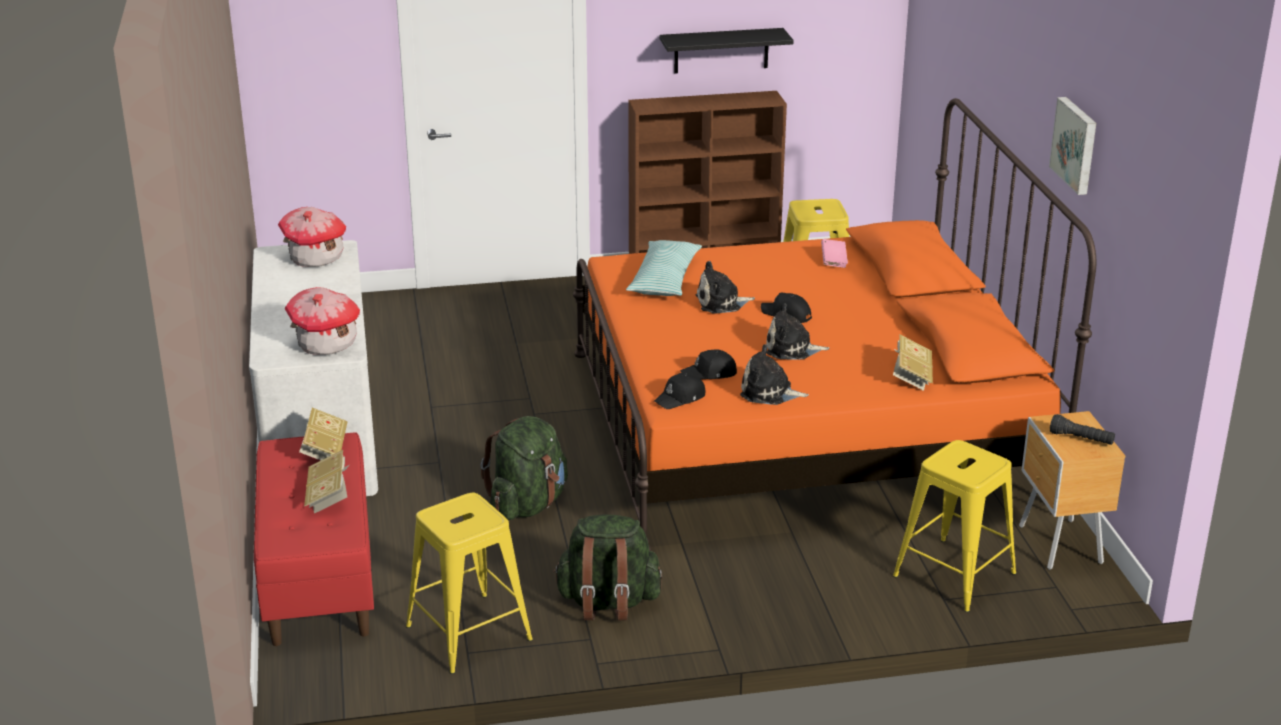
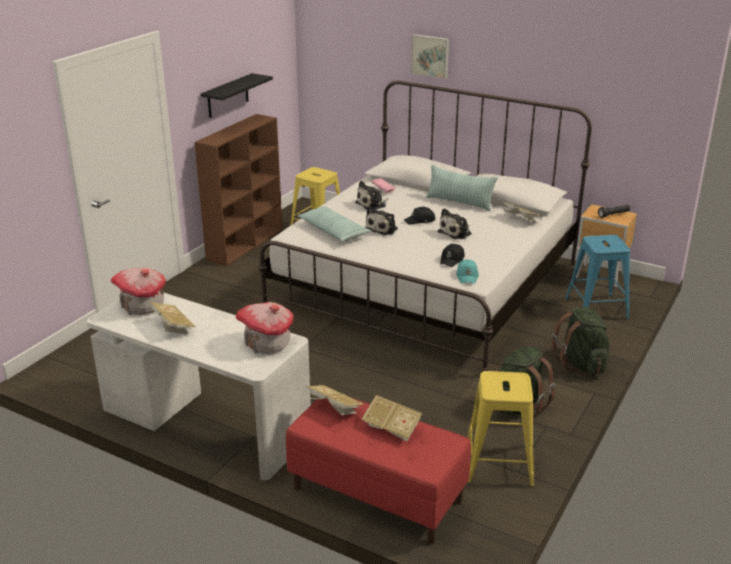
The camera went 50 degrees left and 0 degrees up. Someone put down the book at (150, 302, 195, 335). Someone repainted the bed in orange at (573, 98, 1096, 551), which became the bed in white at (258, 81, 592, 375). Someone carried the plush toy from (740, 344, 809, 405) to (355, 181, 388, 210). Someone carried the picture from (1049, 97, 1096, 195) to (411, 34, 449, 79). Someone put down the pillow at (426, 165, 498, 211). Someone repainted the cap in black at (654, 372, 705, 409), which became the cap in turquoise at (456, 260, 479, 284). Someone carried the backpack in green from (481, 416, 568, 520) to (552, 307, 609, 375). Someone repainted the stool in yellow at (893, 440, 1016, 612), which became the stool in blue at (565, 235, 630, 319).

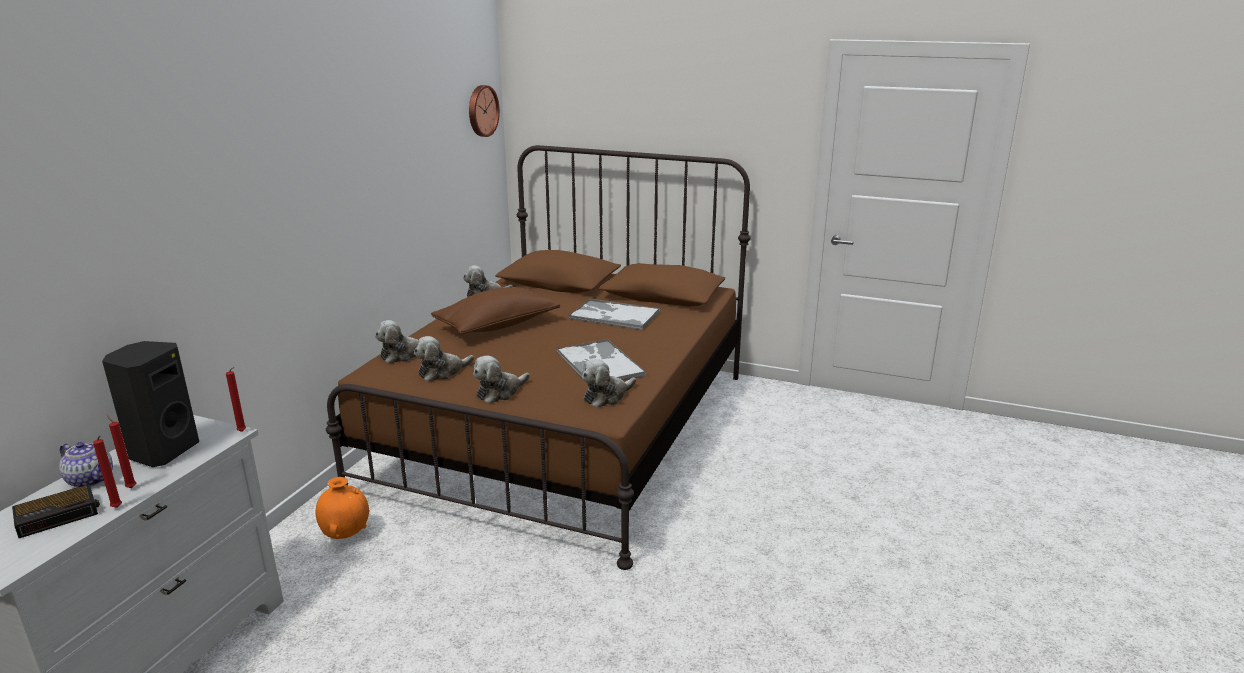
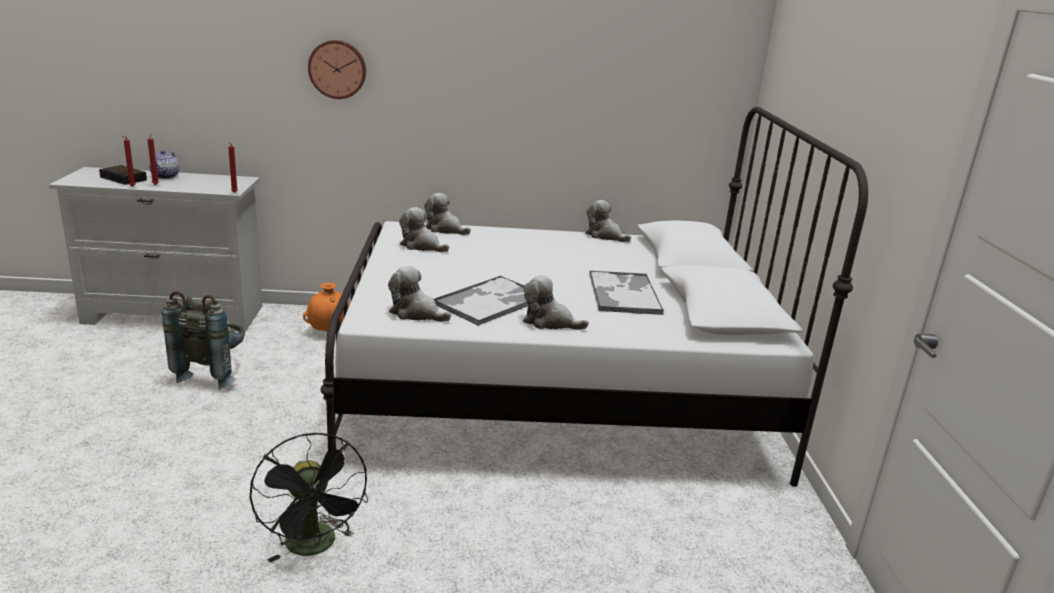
The camera went 65 degrees right and 0 degrees up. Someone put down the backpack in grey at (162, 291, 245, 389). Someone put down the fan in black at (250, 433, 368, 563). Someone carried the wall clock from (469, 85, 500, 137) to (308, 40, 366, 99). Someone repainted the bed in brown at (326, 145, 750, 570), which became the bed in white at (321, 106, 868, 487). Someone carried the plush toy from (473, 356, 530, 404) to (523, 275, 589, 330). Someone took away the speaker in black at (102, 341, 199, 467). Someone took away the pillow in brown at (431, 287, 560, 335).

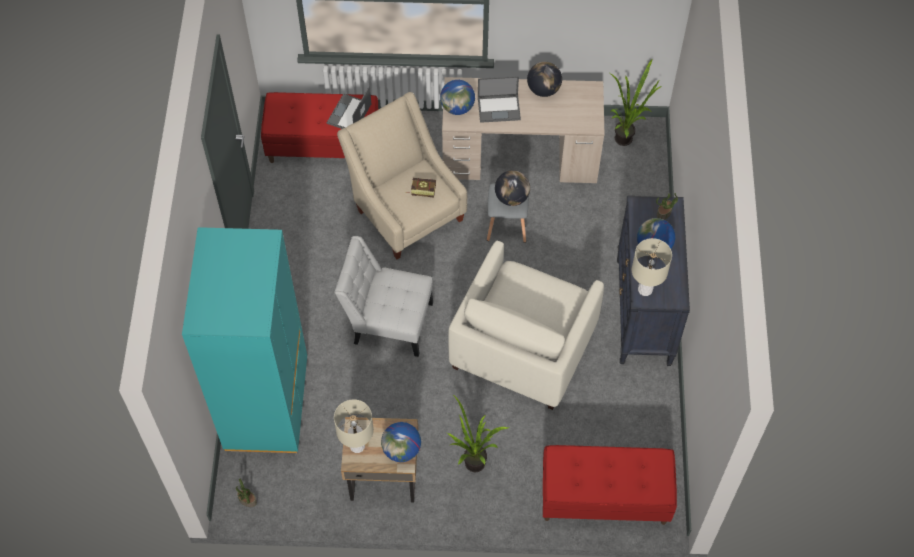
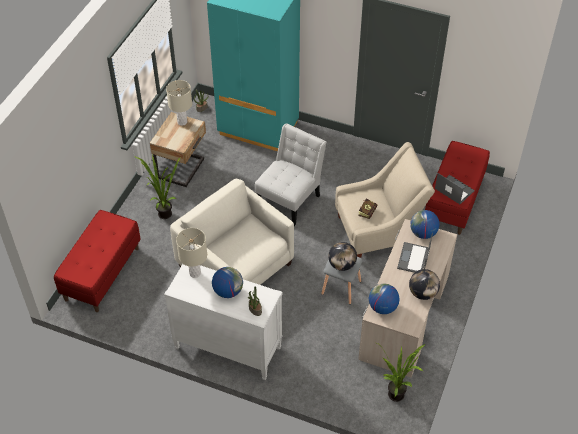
The camera went 110 degrees right and 10 degrees down. Someone repainted the dresser in black at (617, 195, 690, 366), which became the dresser in white at (164, 264, 283, 380). Someone carried the globe from (381, 422, 421, 462) to (369, 283, 400, 314).

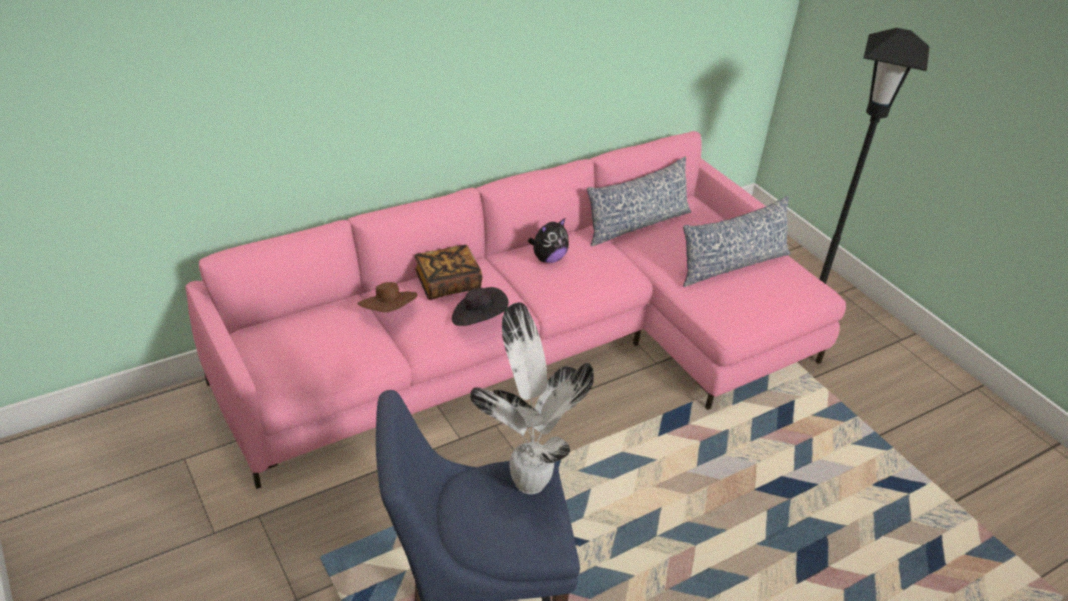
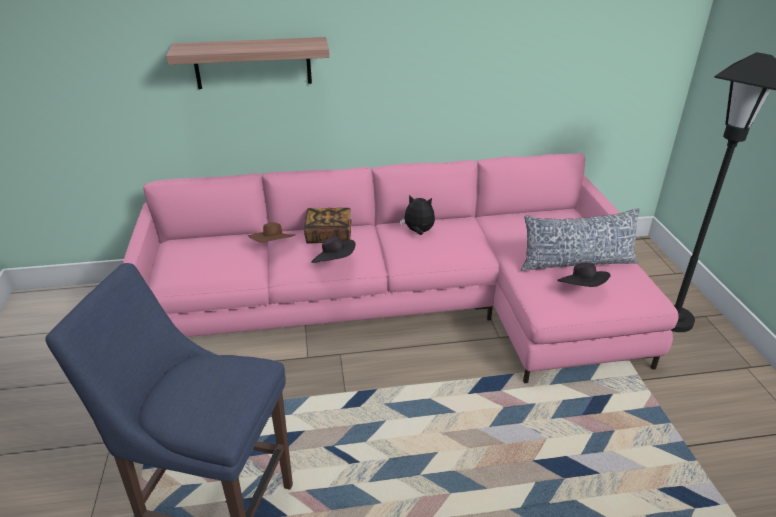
The camera went 25 degrees right and 5 degrees down. Someone put up the shelf at (166, 37, 330, 89). Someone rotated the plush toy at (528, 217, 569, 263) by 150 degrees counterclockwise. Someone put down the hat in black at (557, 262, 611, 287). Someone took away the potted plant at (470, 302, 594, 494). Someone took away the pillow at (587, 157, 691, 247).

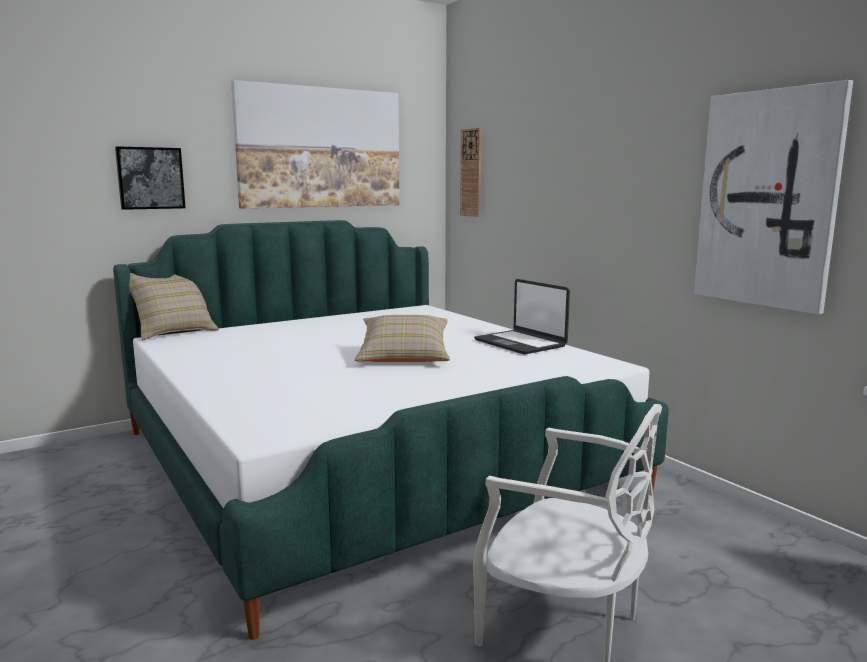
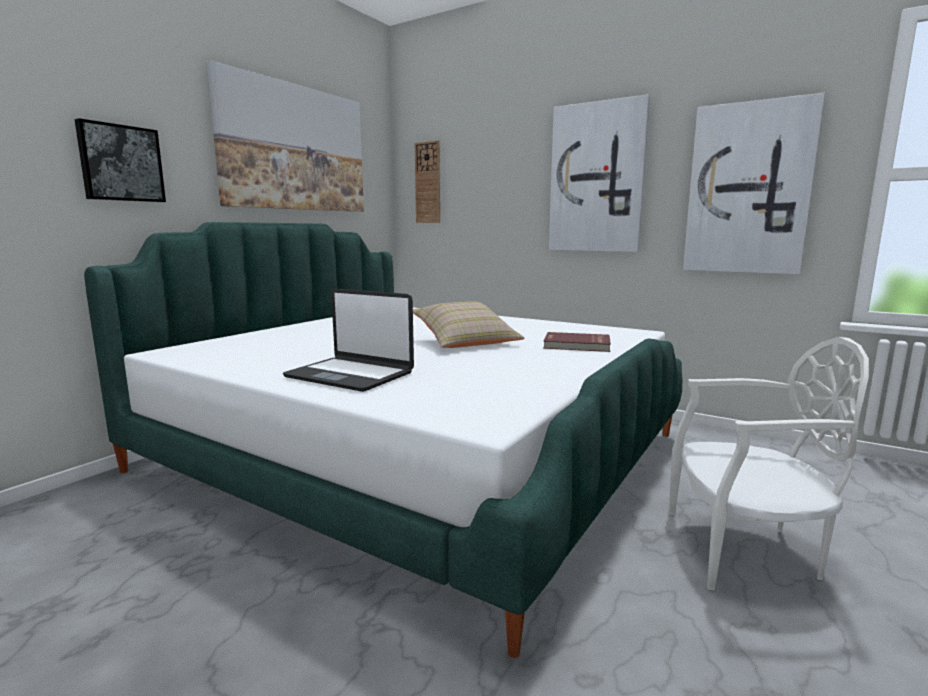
The camera went 25 degrees left and 0 degrees up. Someone carried the laptop from (474, 279, 570, 355) to (283, 289, 414, 392). Someone put down the book in red at (543, 332, 611, 352). Someone put up the picture at (549, 94, 650, 252). Someone took away the pillow in beige at (129, 273, 219, 340).

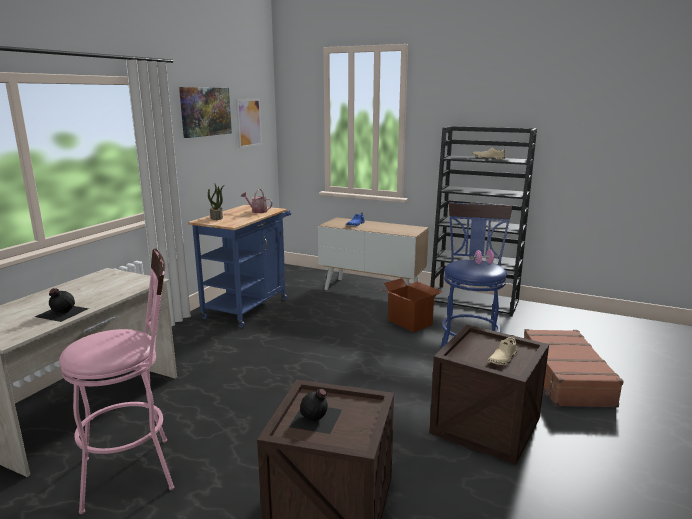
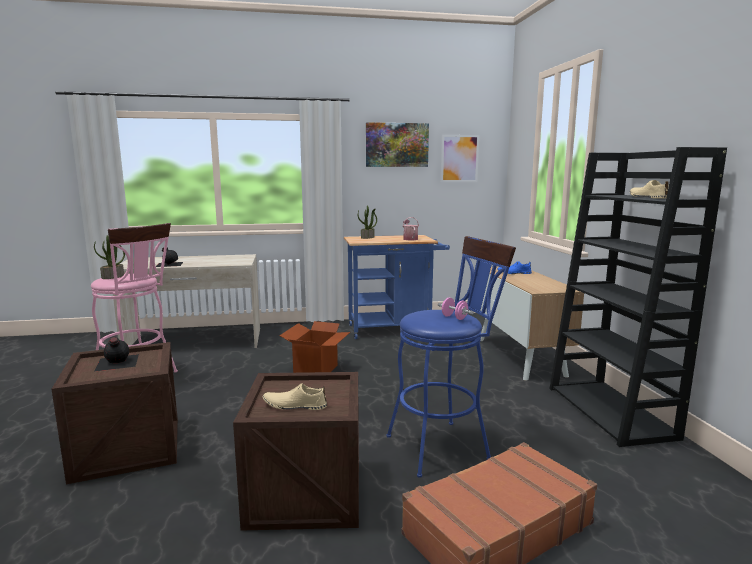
The camera went 55 degrees right and 5 degrees down. Someone put down the potted plant at (94, 235, 125, 279). Someone carried the cardboard box from (381, 278, 443, 332) to (279, 321, 350, 373).

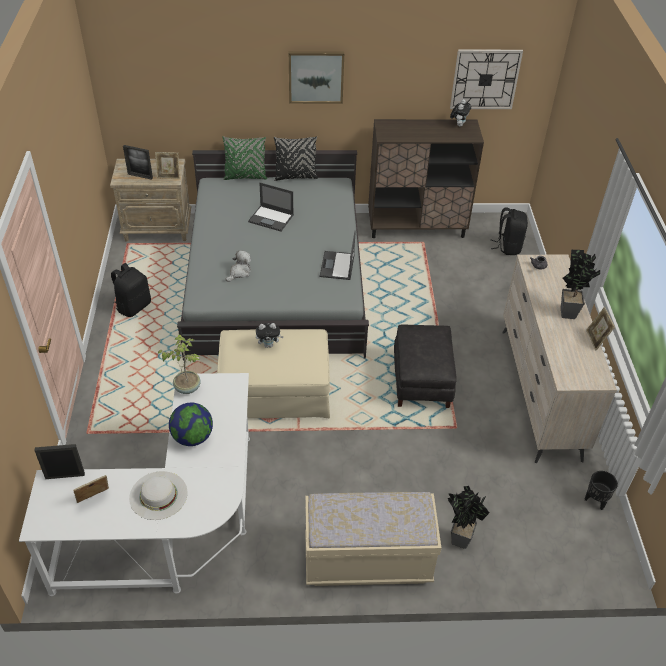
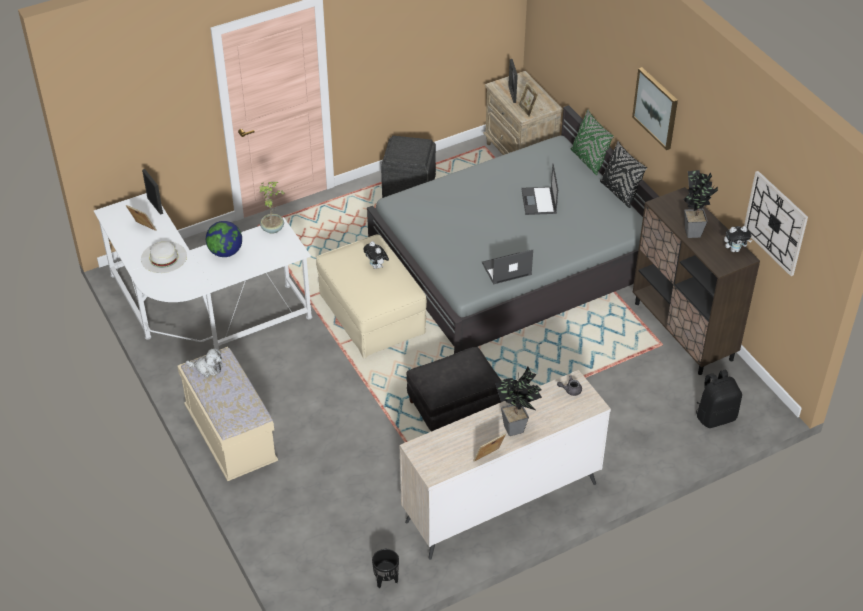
The camera went 65 degrees right and 0 degrees up. Someone carried the plush toy from (226, 250, 251, 282) to (186, 348, 222, 377). Someone swapped the backpack in black at (111, 263, 151, 317) for the ottoman in grey at (381, 136, 436, 198). Someone carried the potted plant from (447, 486, 490, 549) to (683, 170, 718, 238).

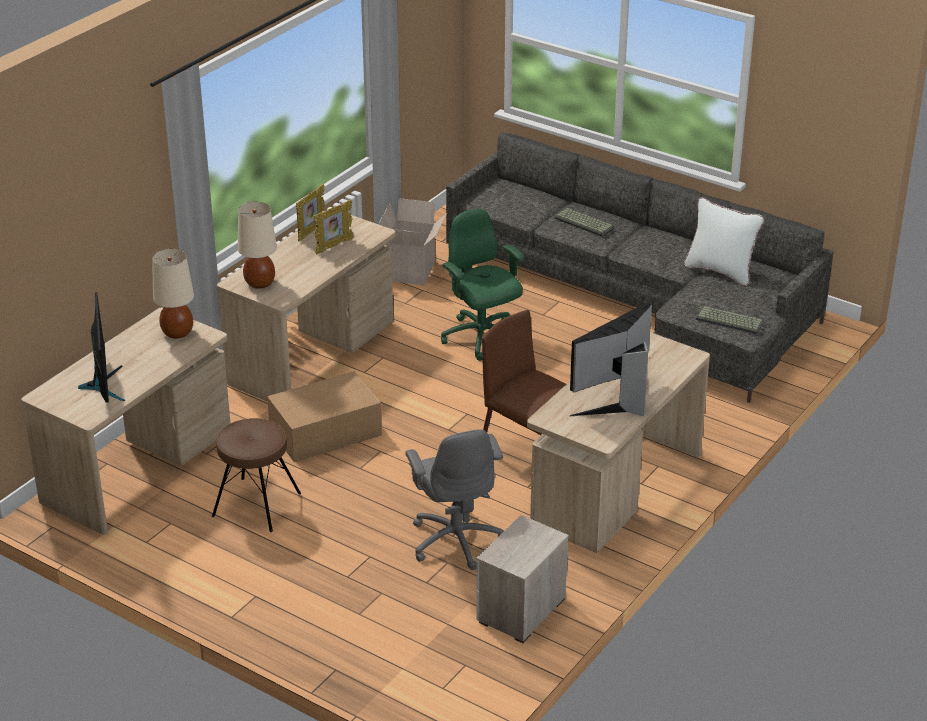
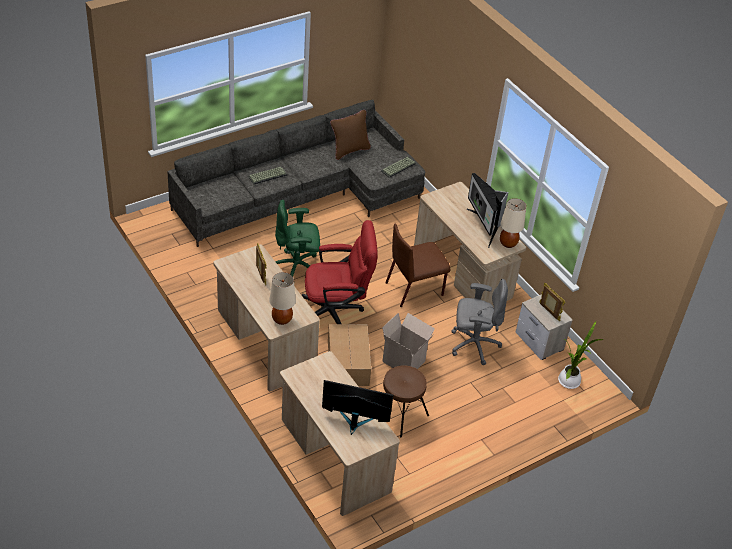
The camera went 70 degrees left and 10 degrees up. Someone put down the office chair in red at (302, 220, 378, 324). Someone repainted the pillow in white at (684, 197, 764, 286), which became the pillow in brown at (330, 110, 371, 160). Someone carried the cardboard box from (378, 198, 447, 285) to (382, 313, 435, 369). Someone carried the table lamp in beige from (152, 249, 194, 339) to (500, 198, 526, 248). Someone carried the picture frame from (296, 184, 325, 242) to (539, 283, 565, 321). Someone put down the potted plant at (558, 322, 605, 389).

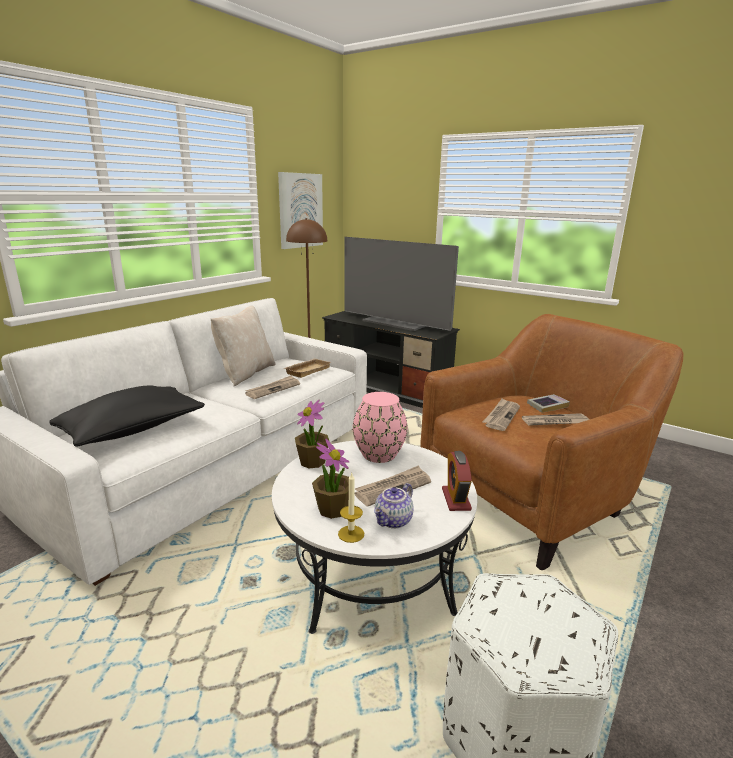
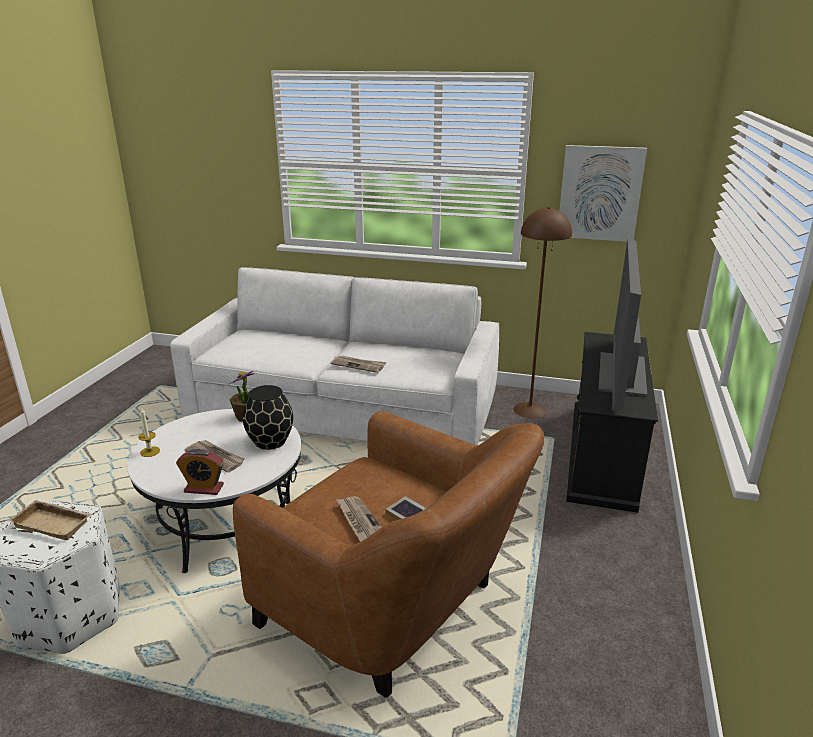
The camera went 70 degrees right and 5 degrees up. Someone carried the tray in beige from (284, 359, 331, 378) to (8, 500, 92, 540). Someone rotated the alarm clock at (442, 451, 472, 511) by 150 degrees counterclockwise. Someone repainted the vase in pink at (353, 392, 407, 463), which became the vase in black at (243, 385, 293, 450). Someone took away the pillow in black at (49, 386, 205, 447). Someone took away the pillow in beige at (211, 306, 275, 386). Someone took away the potted plant at (312, 438, 349, 519). Someone took away the teapot at (374, 483, 414, 529). Someone took away the newspaper at (483, 398, 520, 431).

